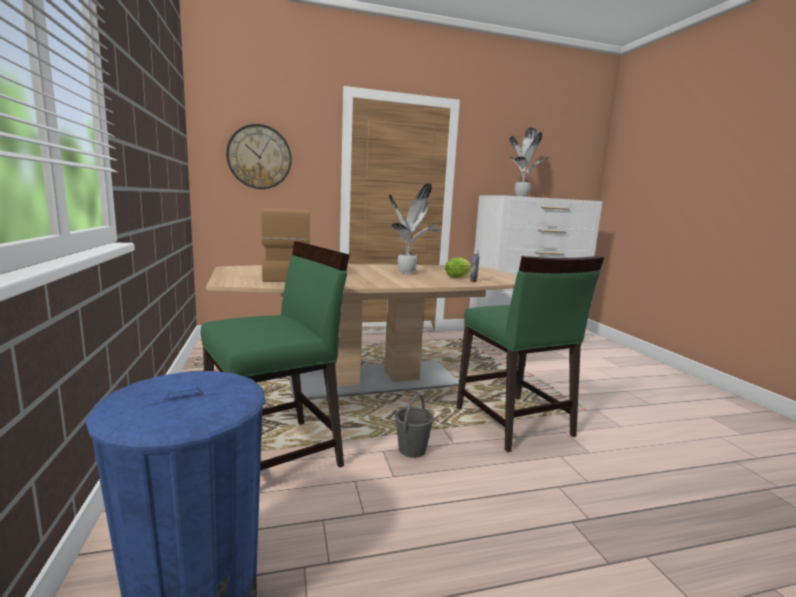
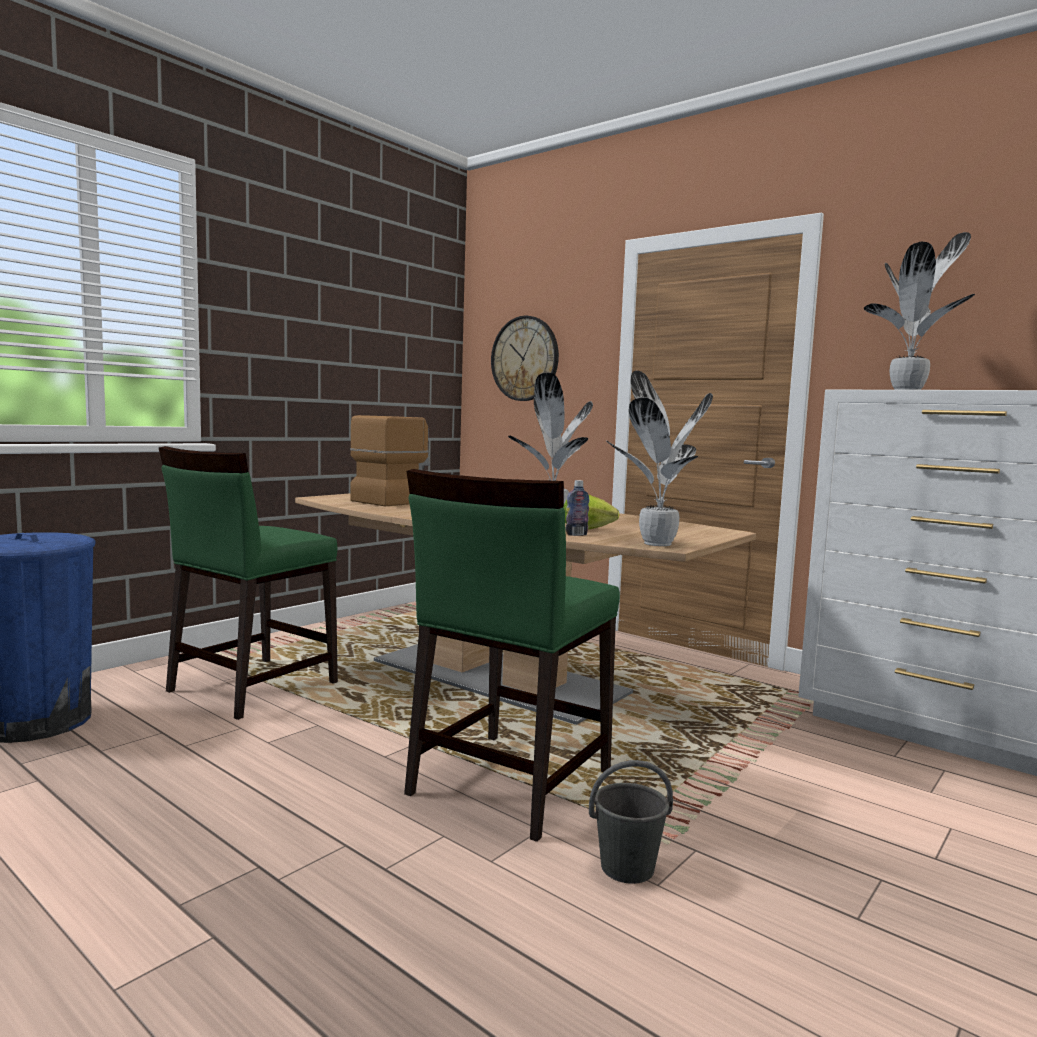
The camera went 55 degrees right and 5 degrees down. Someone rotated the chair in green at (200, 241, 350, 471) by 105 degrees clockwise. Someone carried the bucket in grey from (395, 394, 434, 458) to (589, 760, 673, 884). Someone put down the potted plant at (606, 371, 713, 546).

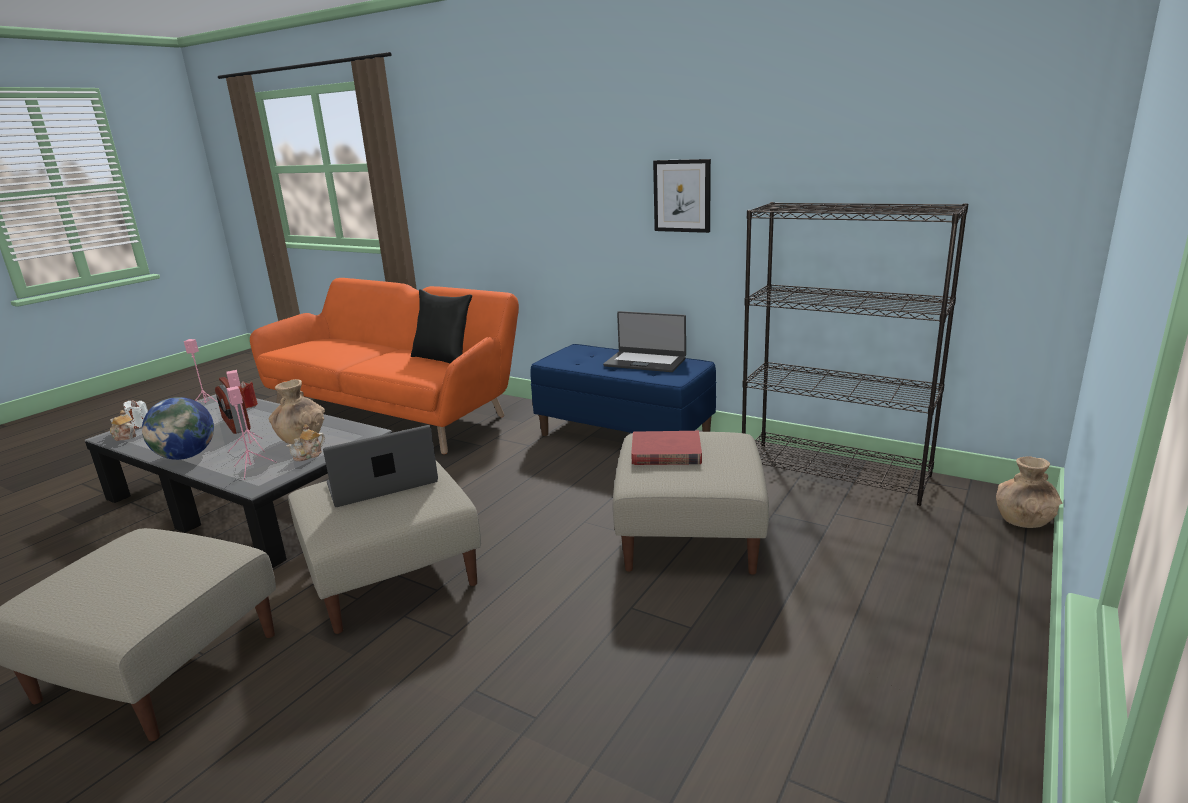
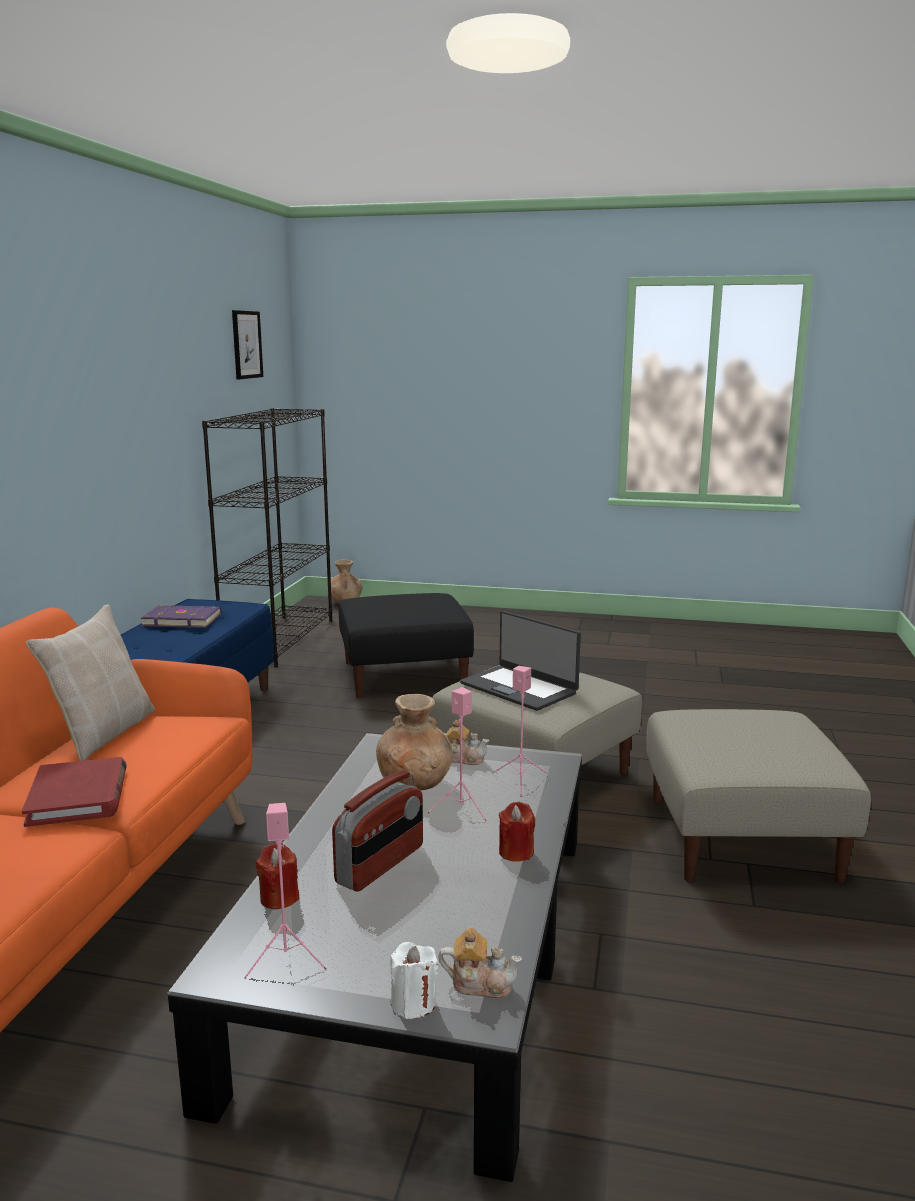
The camera went 110 degrees left and 5 degrees down. Someone carried the book in red from (631, 431, 702, 465) to (22, 757, 127, 827). Someone repainted the pillow in black at (411, 289, 472, 363), which became the pillow in beige at (26, 604, 155, 761). Someone swapped the laptop at (603, 311, 686, 372) for the book in purple at (141, 605, 221, 628). Someone carried the picture from (653, 159, 711, 233) to (232, 310, 263, 379). Someone repainted the ottoman in beige at (613, 432, 769, 575), which became the ottoman in black at (338, 593, 474, 698). Someone rotated the teapot at (110, 410, 136, 441) by 90 degrees counterclockwise. Someone swapped the globe at (142, 397, 214, 460) for the candle in red at (499, 802, 535, 862).

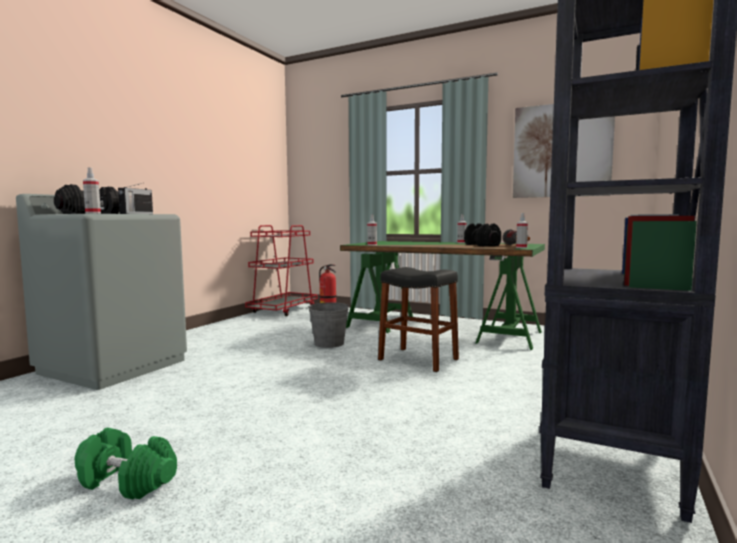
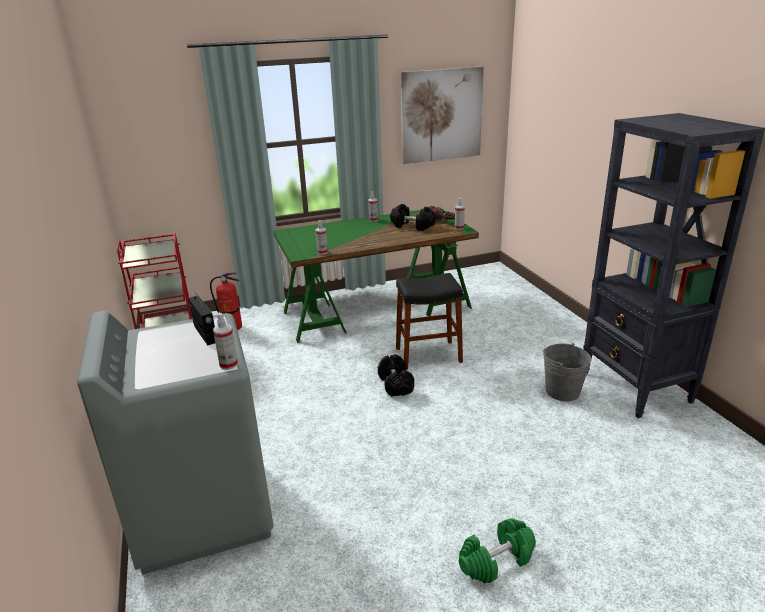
The camera went 45 degrees left and 20 degrees up. Someone carried the dumbbell in black from (54, 184, 120, 214) to (378, 354, 414, 397). Someone carried the bucket in grey from (308, 302, 349, 348) to (543, 343, 592, 401).

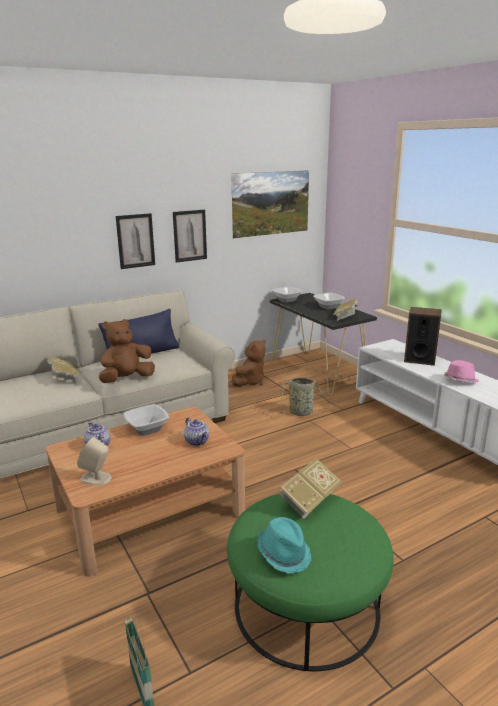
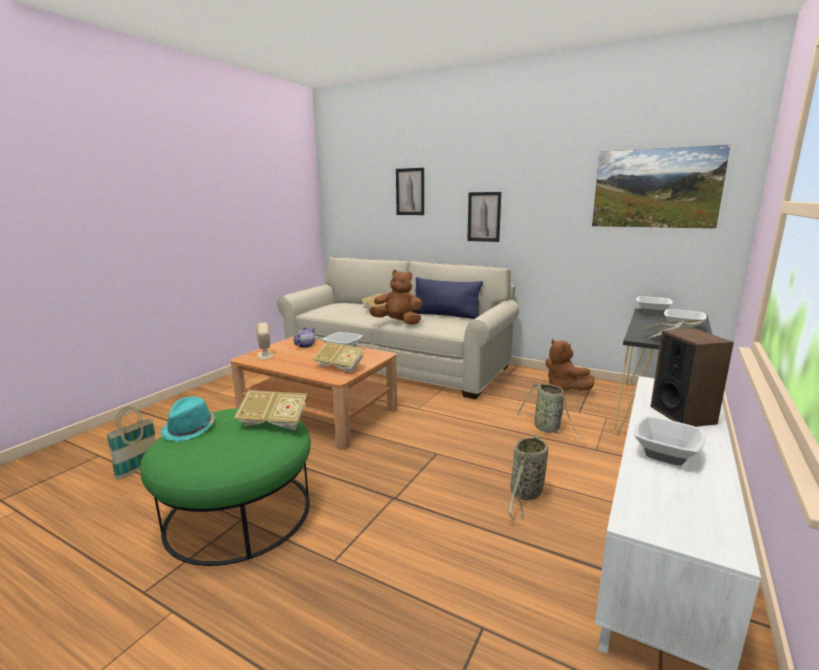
The camera went 60 degrees right and 5 degrees down. Someone swapped the teapot at (184, 417, 209, 446) for the book at (312, 342, 365, 373). Someone carried the picture from (173, 210, 207, 263) to (396, 168, 424, 215). Someone put down the basket at (508, 434, 548, 521). Someone rotated the plush toy in brown at (232, 339, 265, 387) by 60 degrees clockwise. Someone swapped the hat in pink at (444, 360, 479, 382) for the bowl at (634, 416, 706, 466).

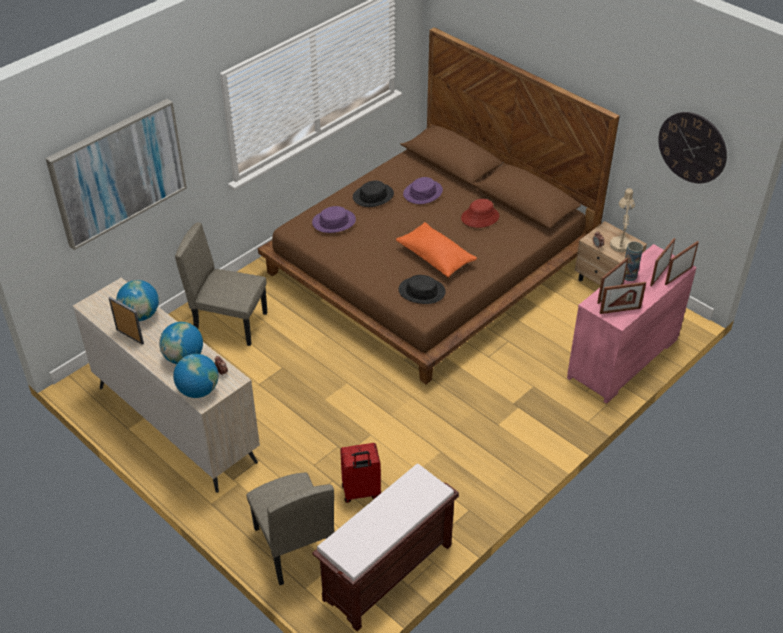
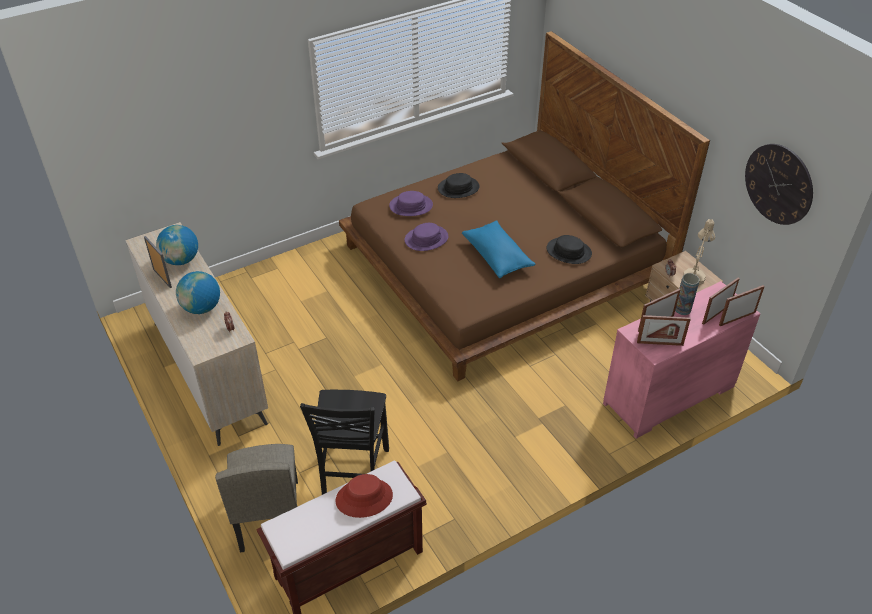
The camera went 15 degrees right and 0 degrees up. Someone swapped the suitcase in red at (340, 443, 381, 503) for the chair in black at (300, 390, 389, 495). Someone carried the hat in red from (461, 199, 499, 228) to (335, 474, 393, 518). Someone carried the hat in purple from (403, 177, 443, 204) to (404, 223, 448, 251). Someone repainted the pillow in orange at (396, 222, 477, 278), which became the pillow in blue at (462, 220, 536, 278). Someone carried the hat in black from (399, 275, 446, 304) to (547, 235, 592, 264). Someone took away the picture at (45, 99, 187, 250). Someone took away the globe at (173, 354, 218, 398). Someone took away the chair in beige at (175, 222, 267, 346).

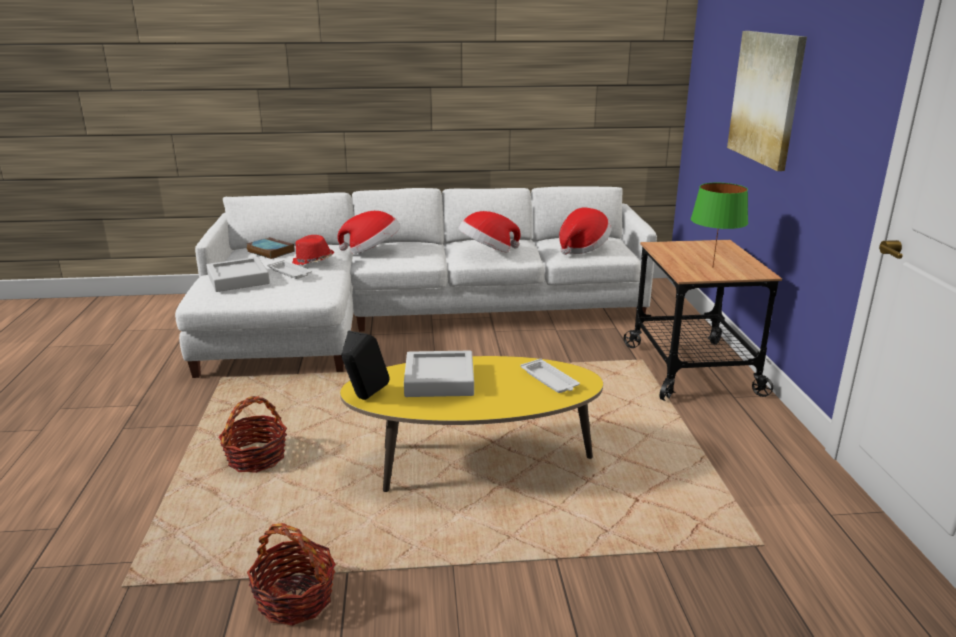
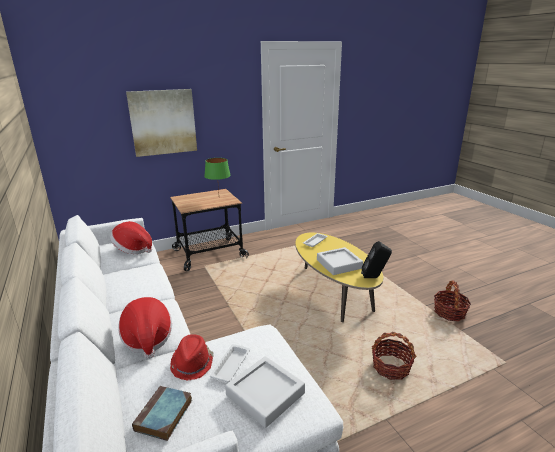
The camera went 110 degrees left and 0 degrees up. Someone took away the hat at (459, 211, 521, 253).

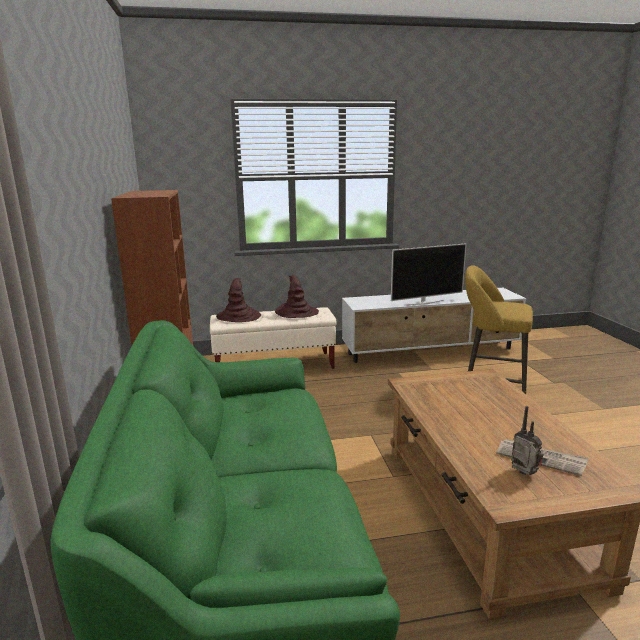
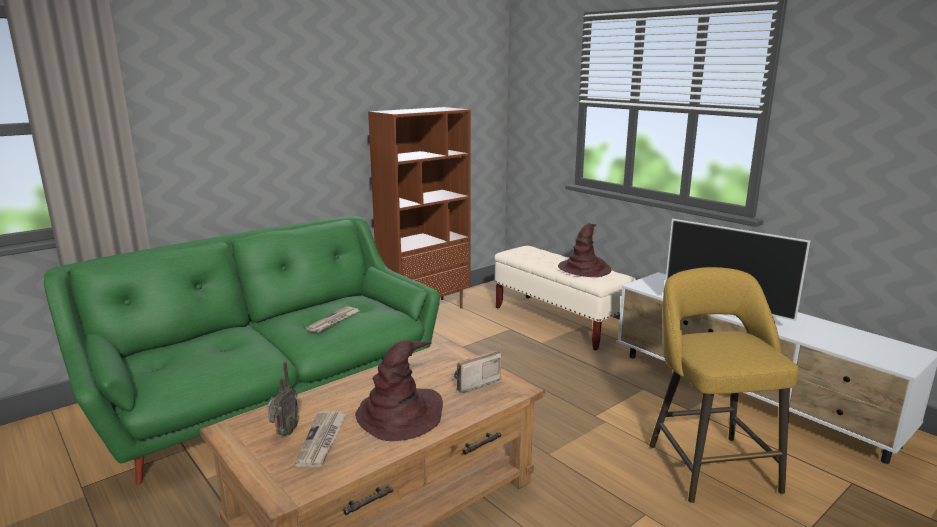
The camera went 60 degrees right and 0 degrees up. Someone put down the newspaper at (306, 306, 359, 332). Someone carried the hat in brown from (216, 278, 261, 322) to (355, 340, 443, 441). Someone put down the radio at (454, 351, 502, 393).

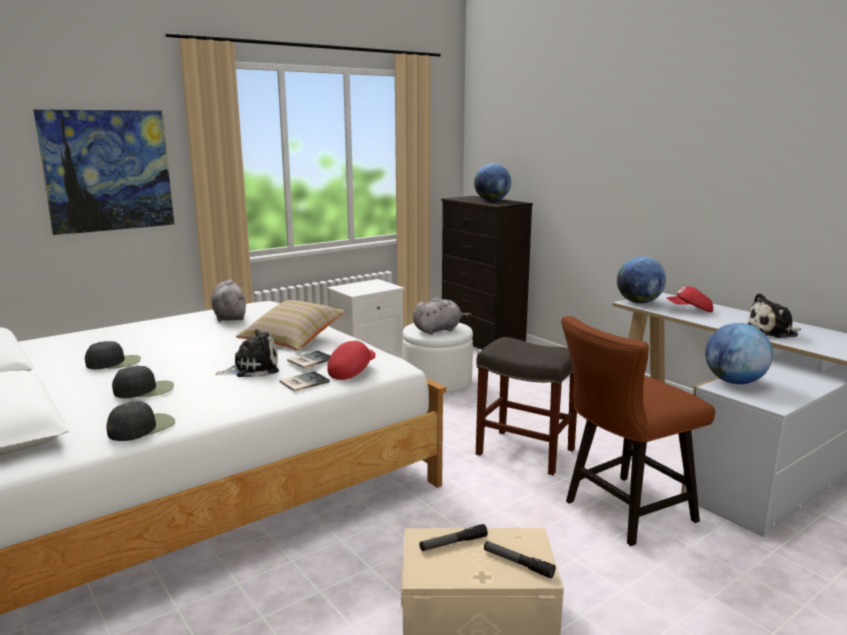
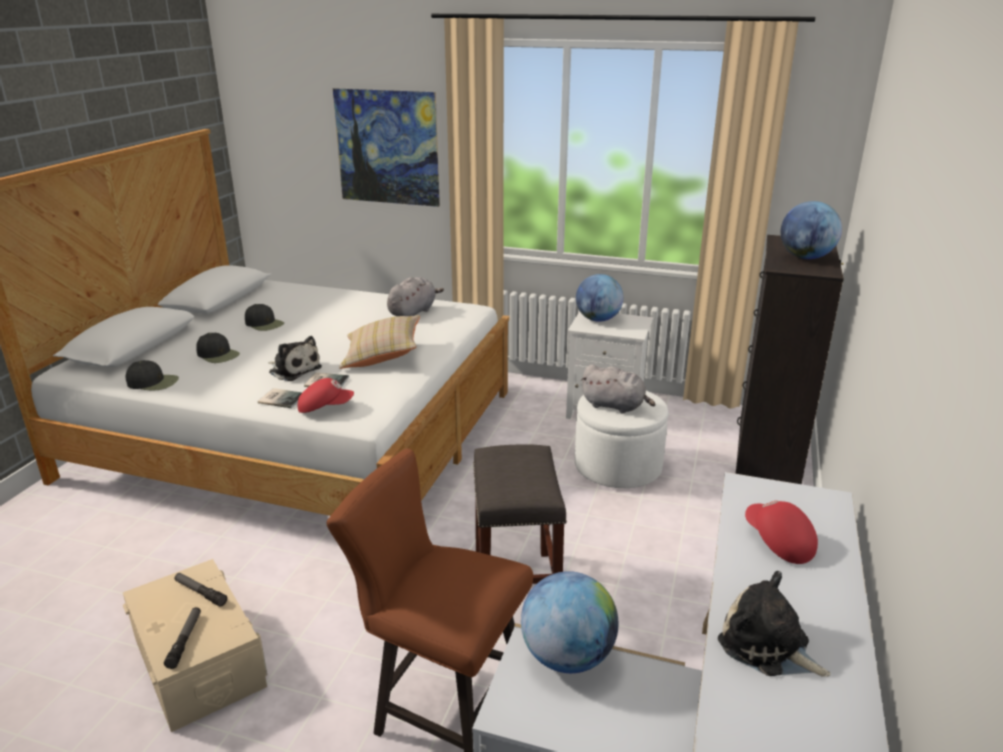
The camera went 55 degrees right and 10 degrees up. Someone carried the globe from (617, 256, 666, 303) to (576, 274, 623, 322).

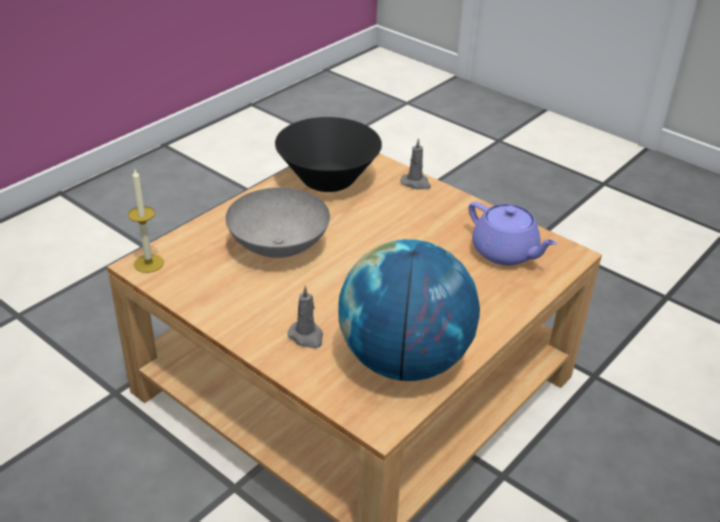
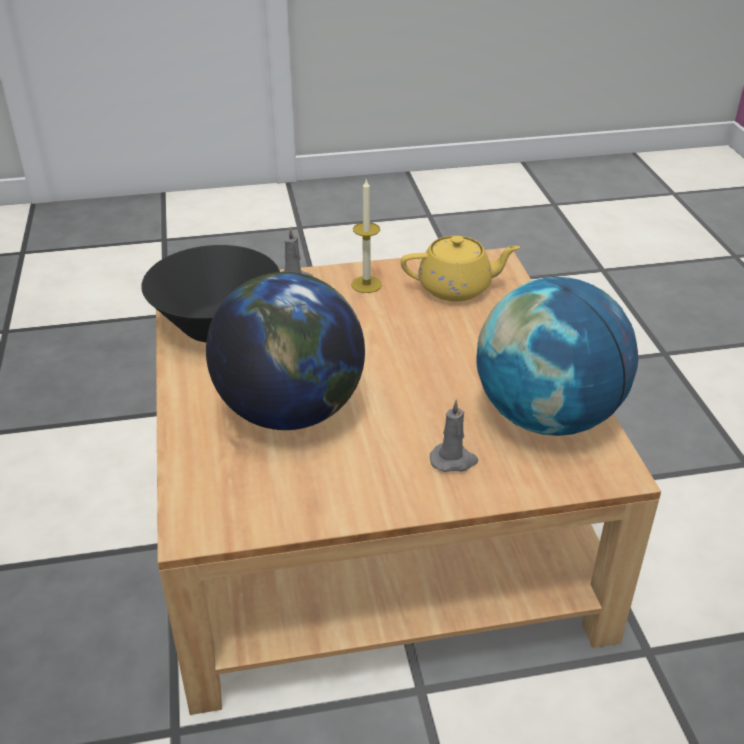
The camera went 50 degrees left and 0 degrees up. Someone swapped the bowl in grey at (225, 188, 330, 258) for the globe at (206, 272, 365, 430). Someone carried the candle from (128, 170, 164, 273) to (351, 178, 382, 293). Someone repainted the teapot in purple at (469, 202, 557, 265), which became the teapot in yellow at (401, 236, 520, 301).

